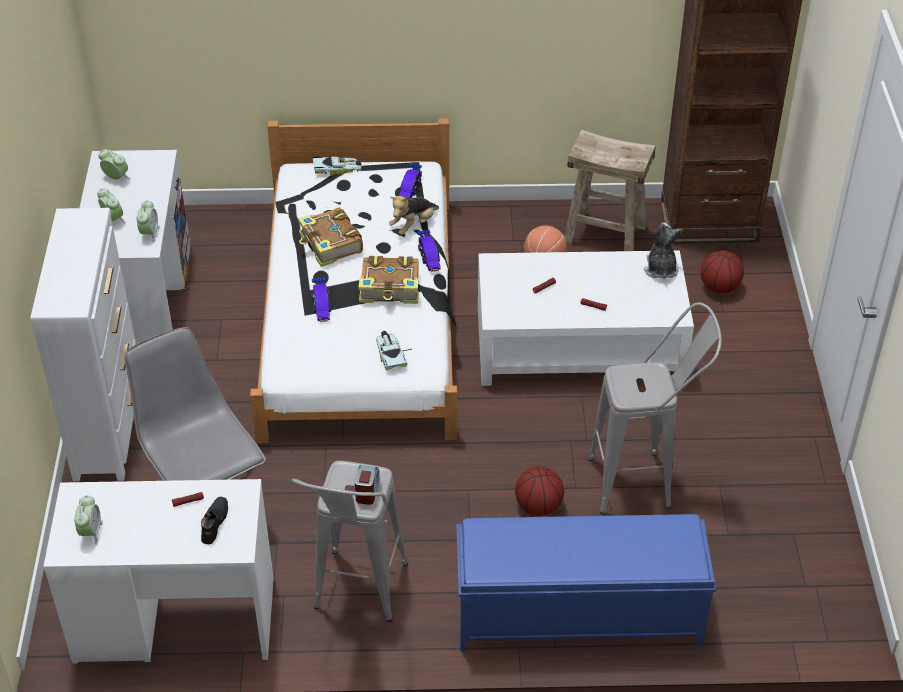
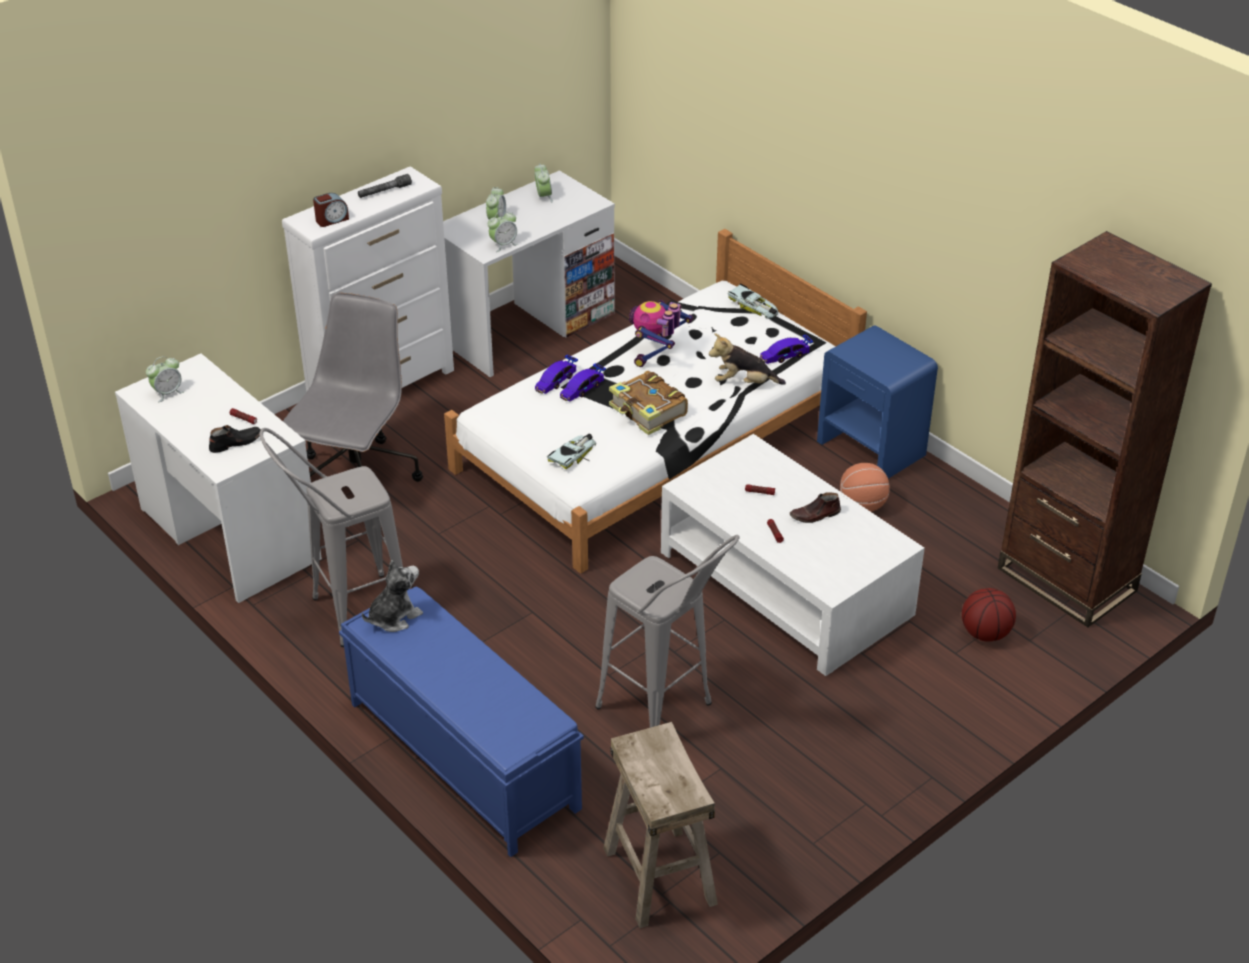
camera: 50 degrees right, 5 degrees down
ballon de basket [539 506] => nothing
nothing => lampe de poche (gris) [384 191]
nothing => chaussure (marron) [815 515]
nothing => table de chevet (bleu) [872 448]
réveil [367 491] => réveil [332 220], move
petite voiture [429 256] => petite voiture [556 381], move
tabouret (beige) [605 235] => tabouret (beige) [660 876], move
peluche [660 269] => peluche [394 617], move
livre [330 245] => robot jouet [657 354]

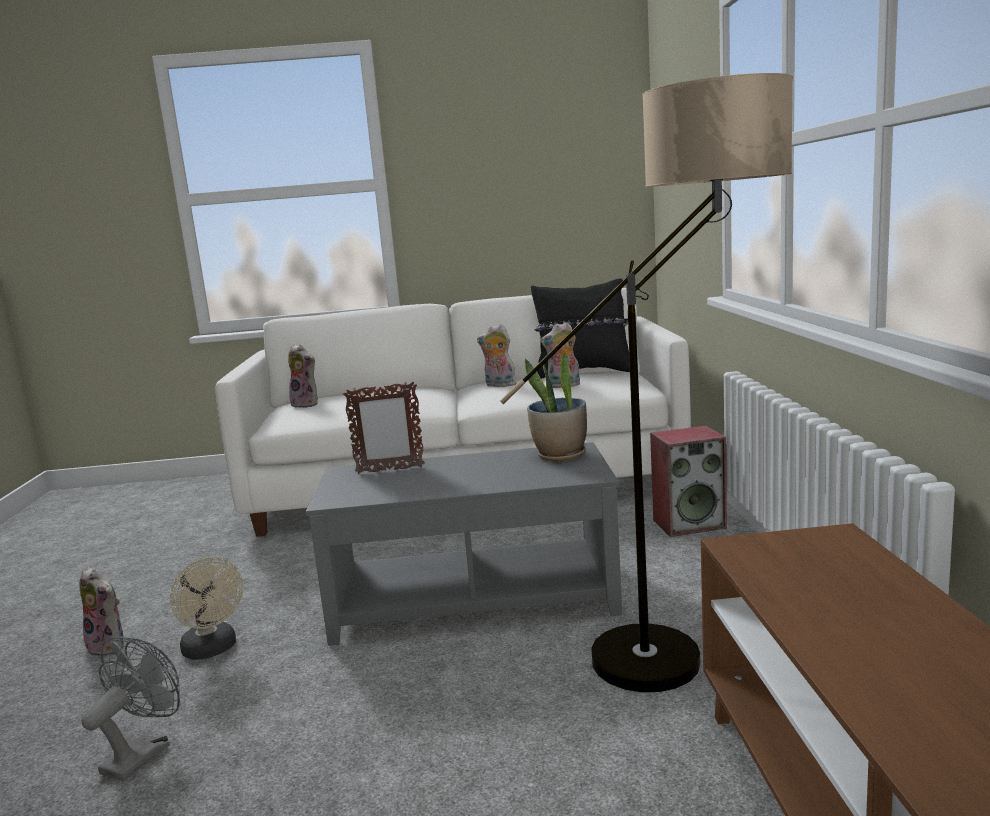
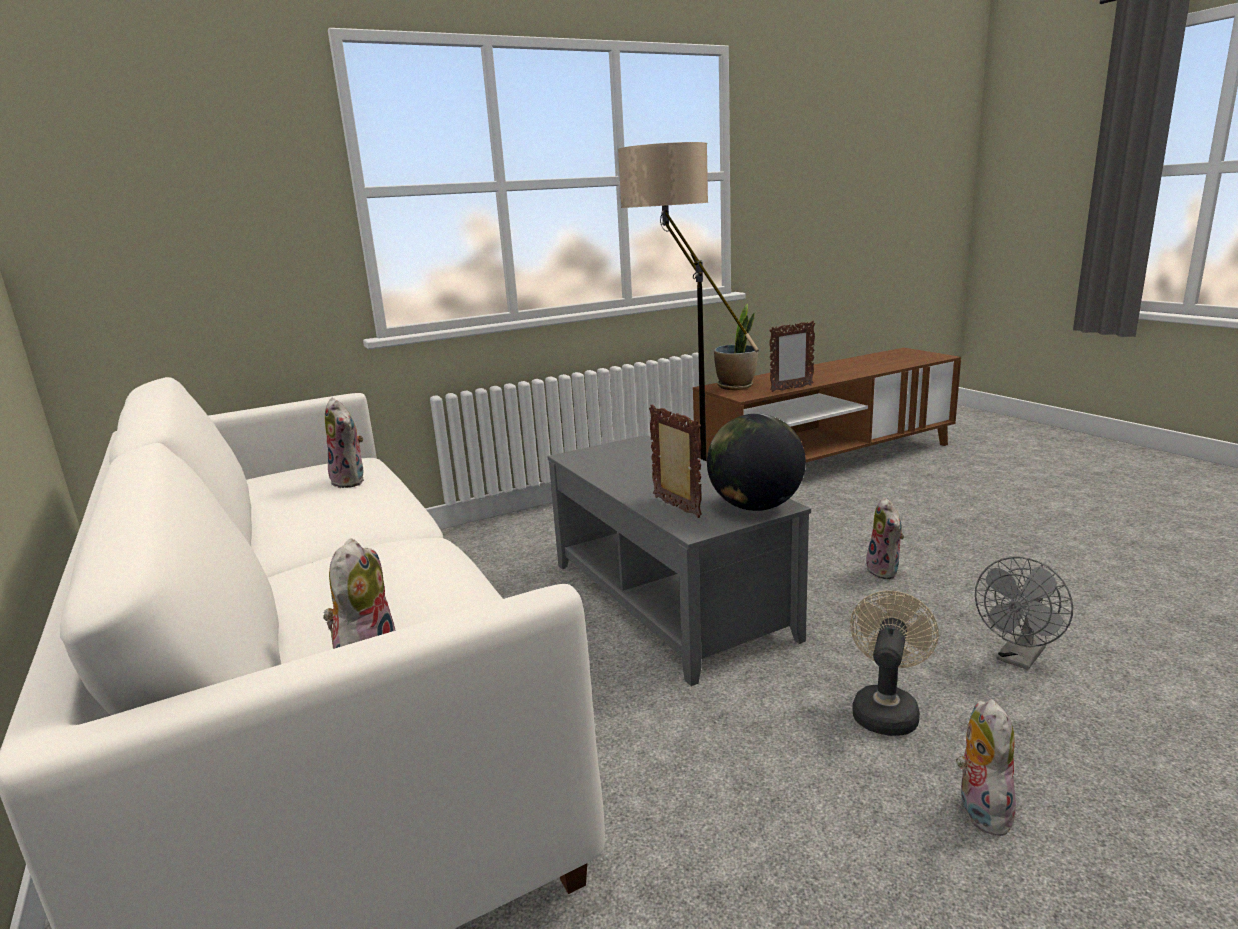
camera: 115 degrees left, 5 degrees up
coussin (noir) [584 372] => nothing
enceinte [689 523] => nothing
nothing => globe [755 507]
nothing => cadre photo [791 388]
peluche [499 385] => peluche [885 571], move
plante en pot [560 455] => plante en pot [736 386], move
ventilateur (gris) [143 753] => ventilateur (gris) [1018 658], 45 degrees counterclockwise

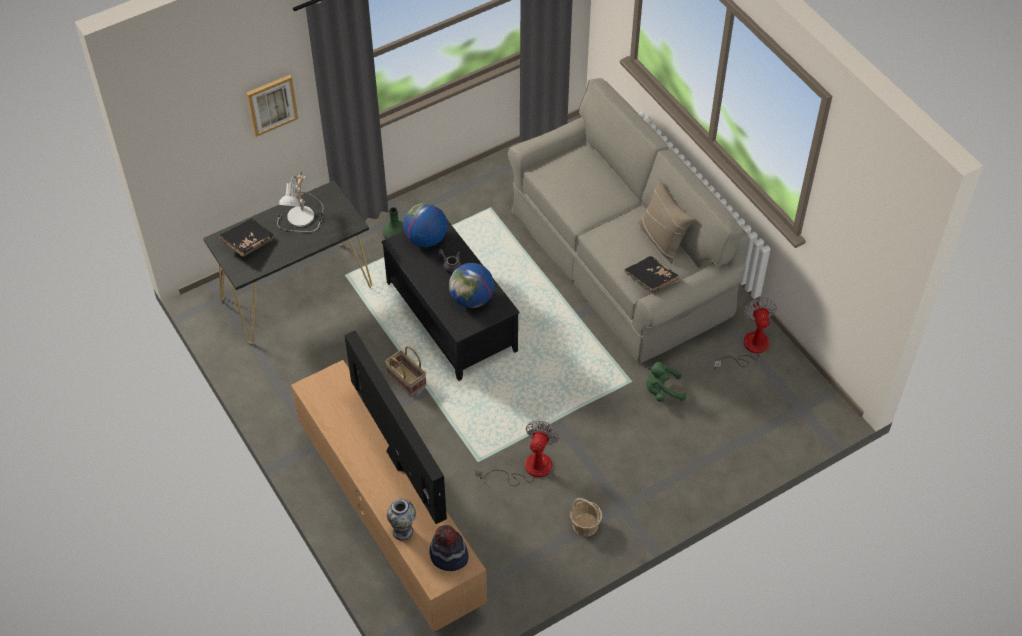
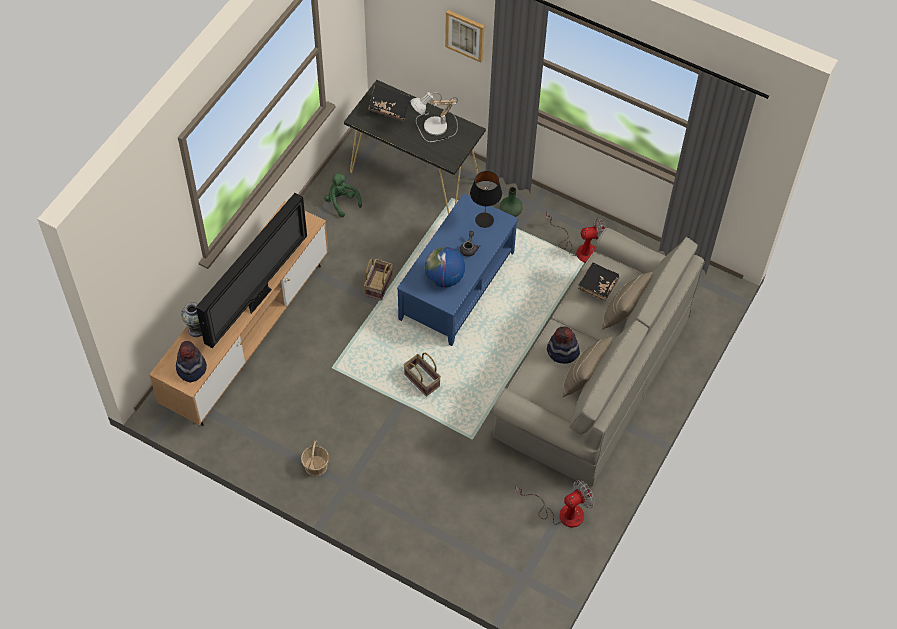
camera: 60 degrees right, 5 degrees up
nothing => panier [420 380]
nothing => chapeau [562 352]
nothing => coussin (beige) [623 313]
ventilateur [528 468] => ventilateur [580 249], move
livre (noir) [651 280] => livre (noir) [597 285], move
peluche (vert) [662 391] => peluche (vert) [342 202], move
globe [426 239] => lampe de table (noir) [484 220]
table basse (noir) [452 316] => table basse (bleu) [458 286]

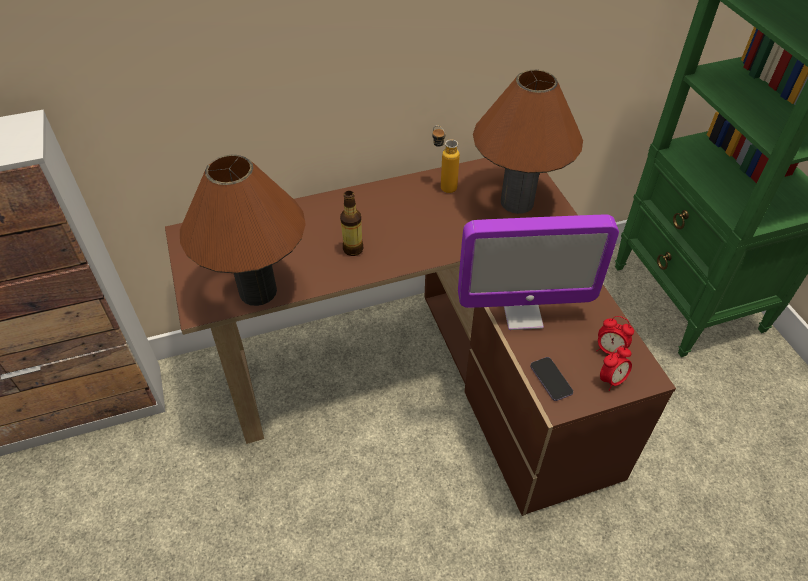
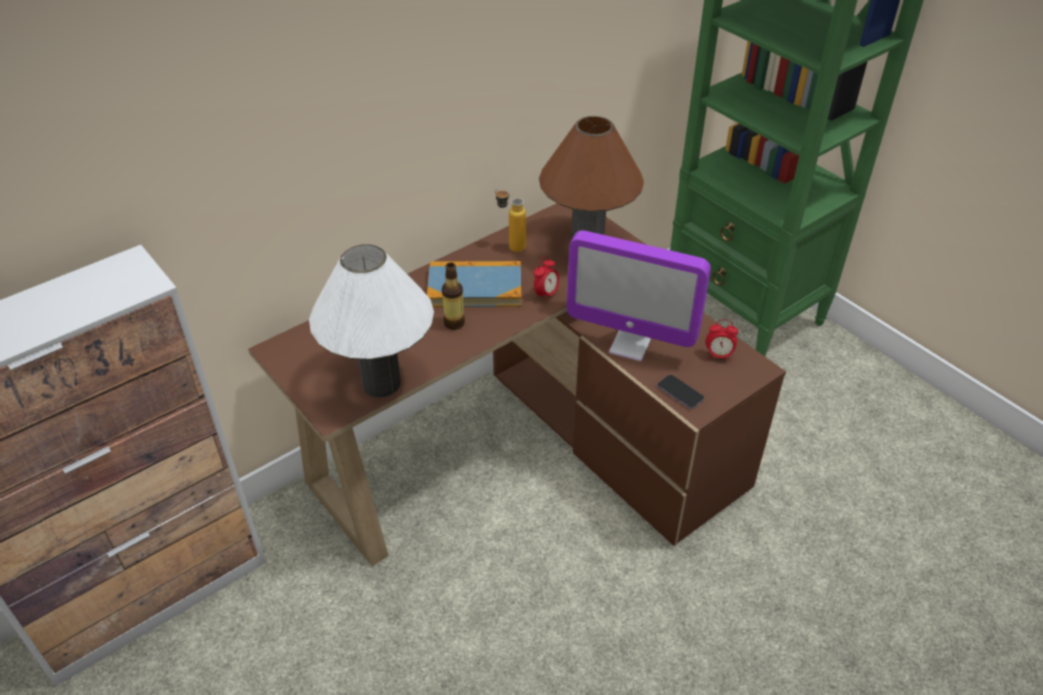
camera: 20 degrees left, 5 degrees down
nothing => livre [475 287]
réveil [611 380] => réveil [546 294], move
lampe de table (marron) [258 291] => lampe de table (blanc) [381 383]
écran d'ordinateur [522 314] => écran d'ordinateur [630 345], 45 degrees clockwise

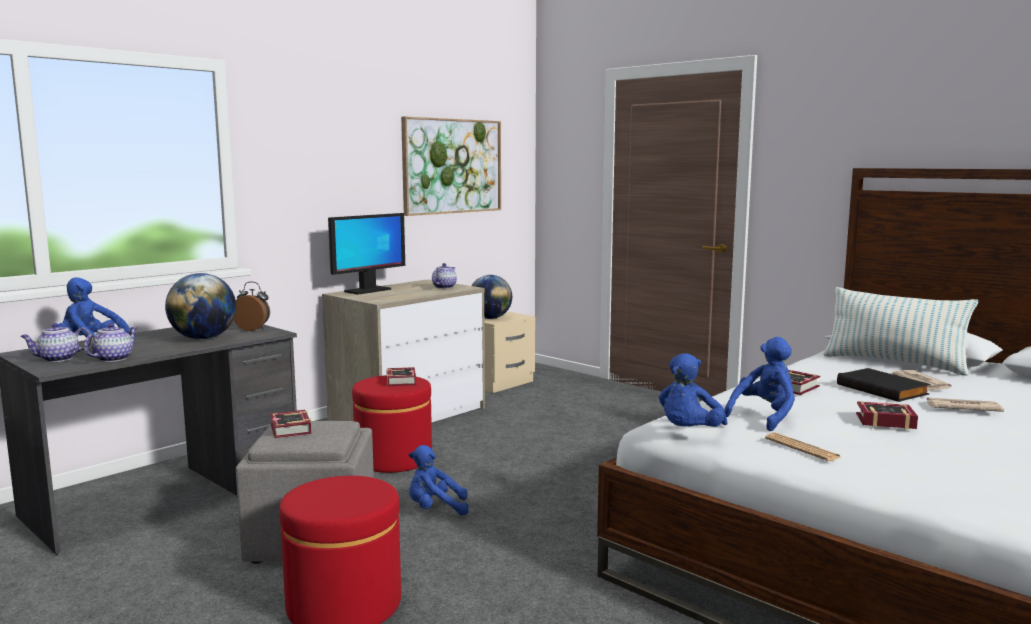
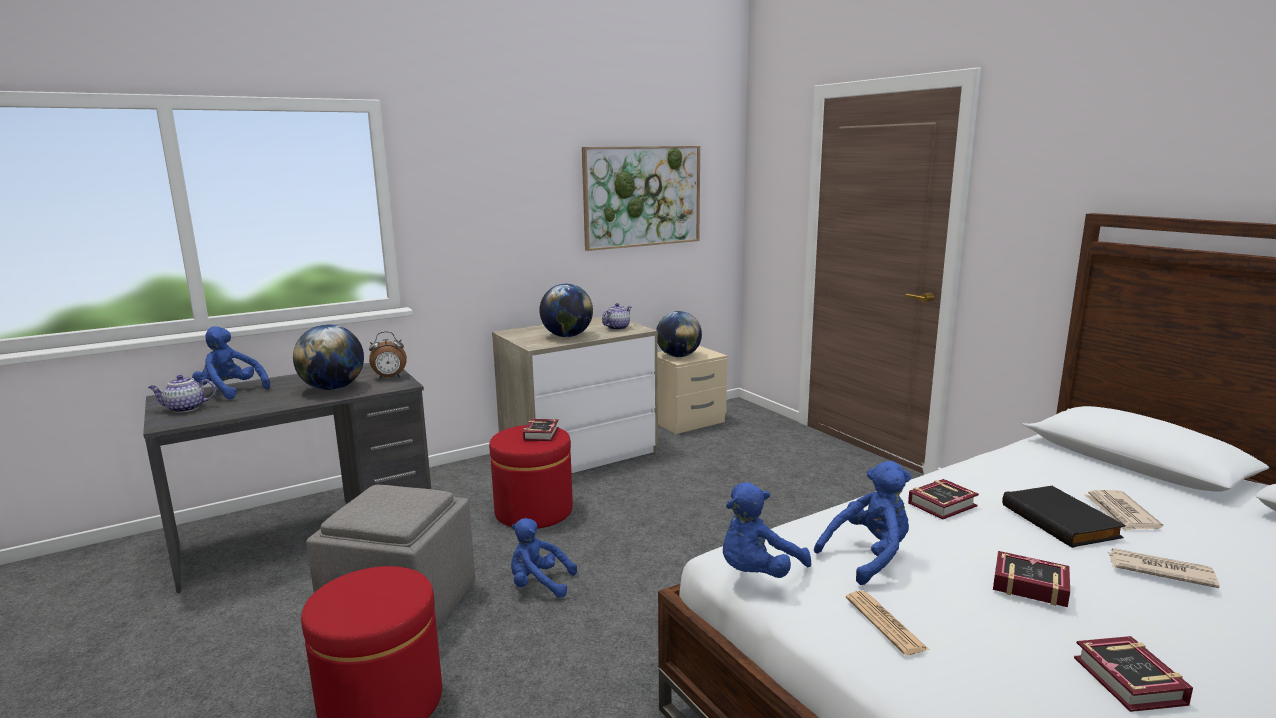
camera: 15 degrees right, 5 degrees up
théière [113 359] => nothing
écran d'ordinateur [367 291] => nothing
coussin [894 363] => nothing
nothing => globe [567 336]
livre [289 430] => livre [1129 684], move
réveil [253 329] => réveil [389 378], 135 degrees clockwise

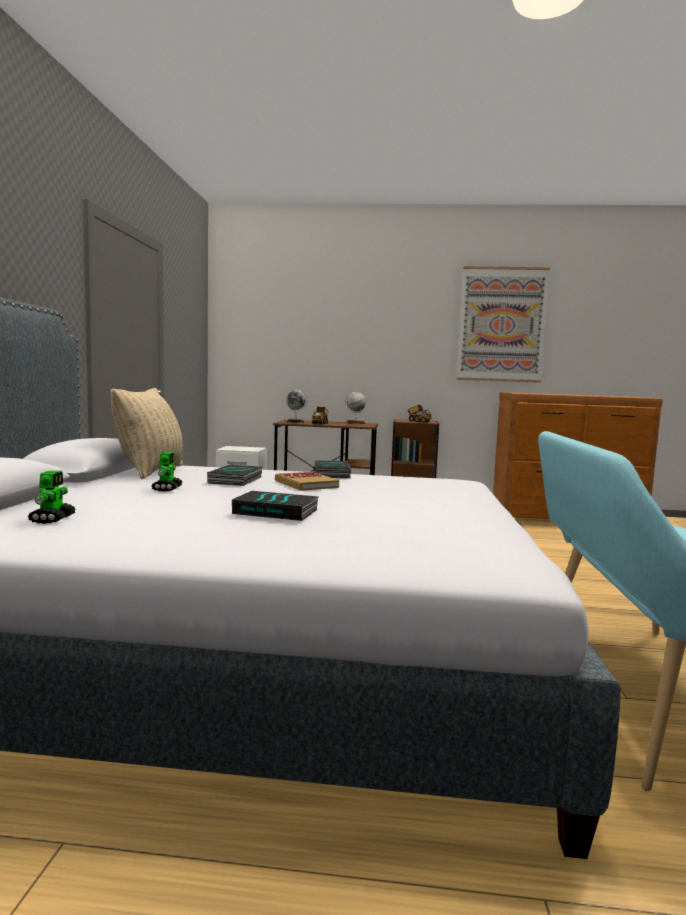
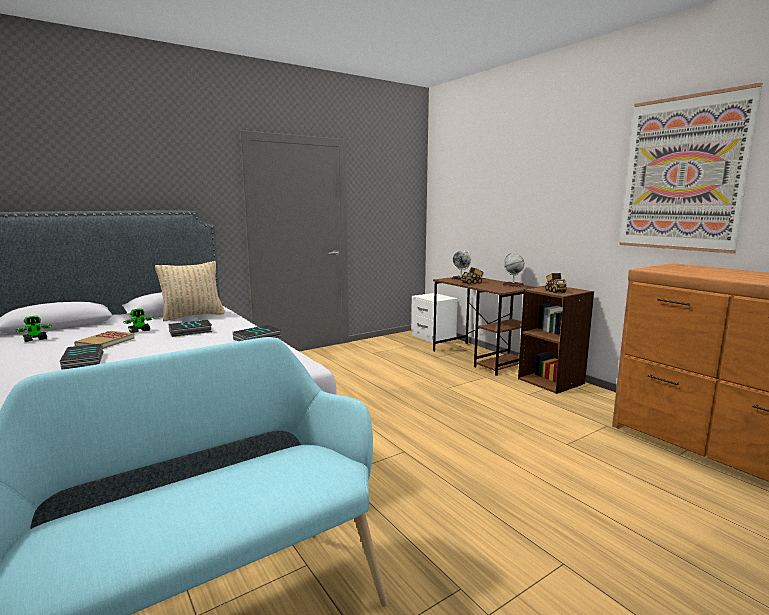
camera: 50 degrees right, 5 degrees up
livre [306 484] => livre [105 342], move

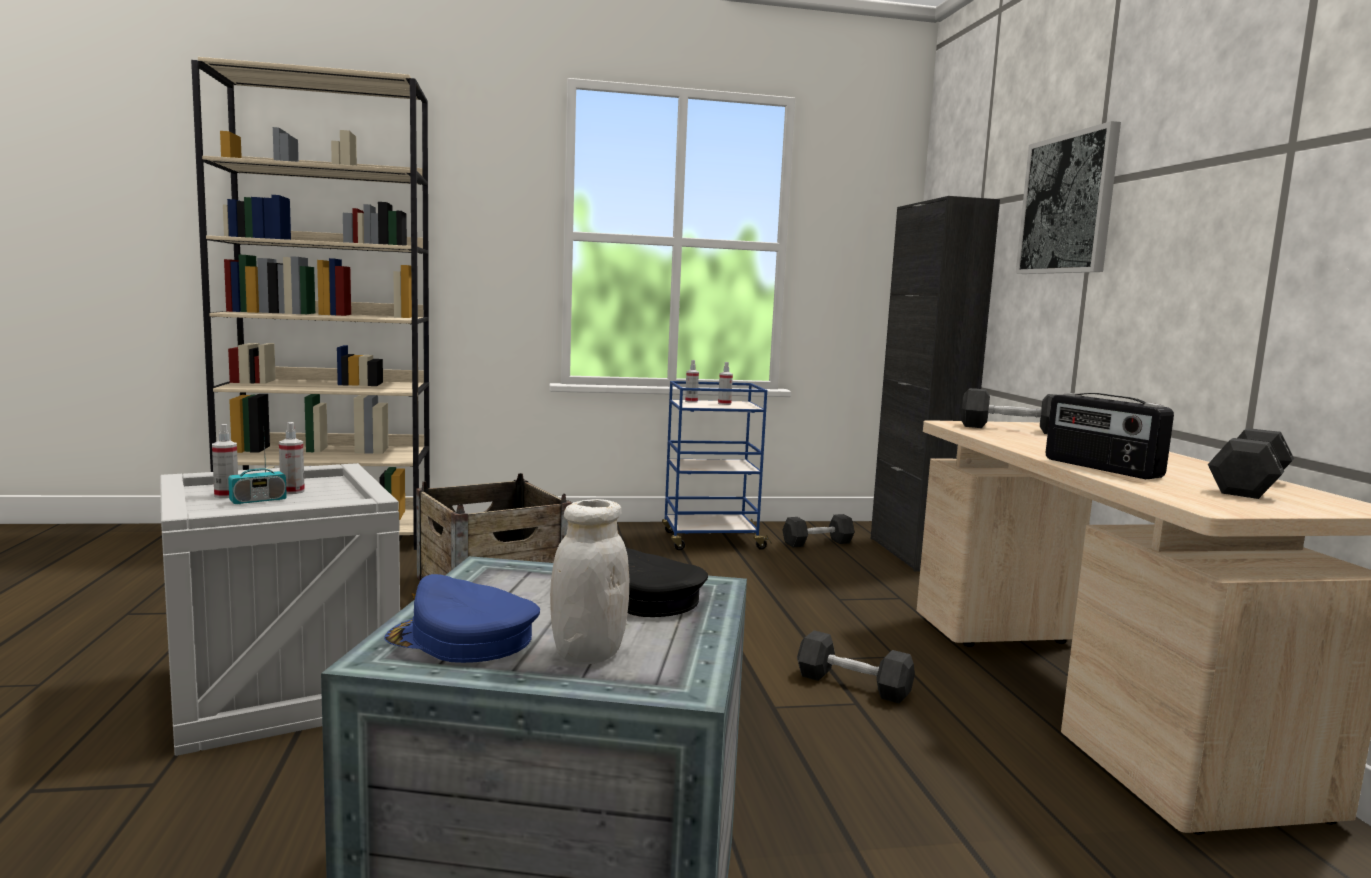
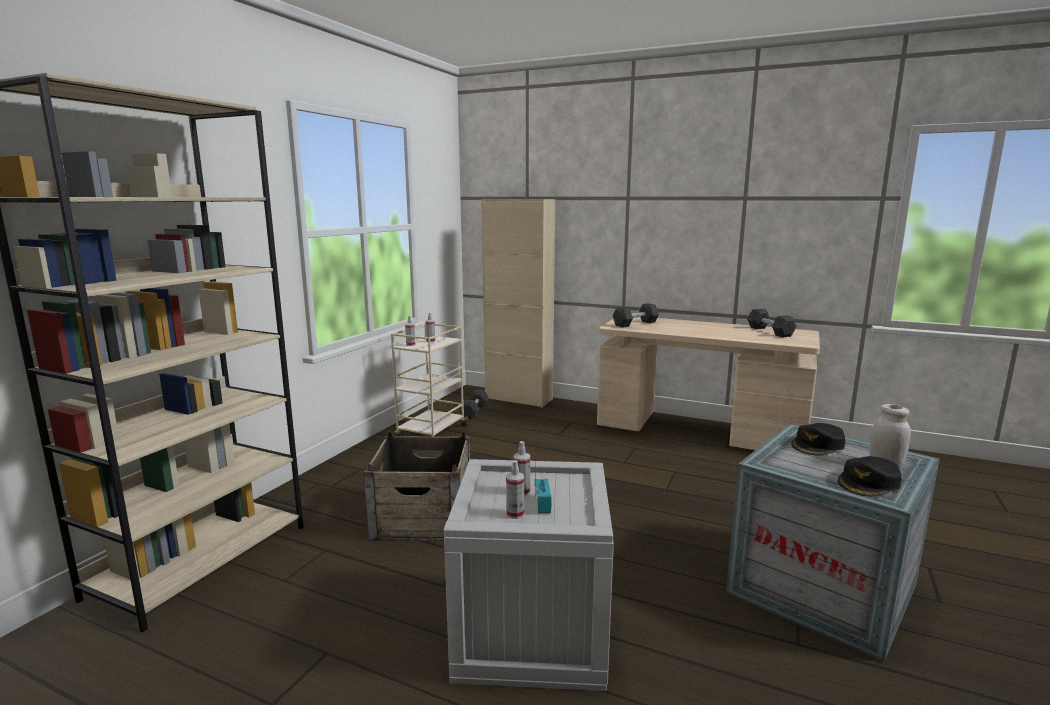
camera: 55 degrees left, 5 degrees up
haltère (noir) [853 685] => nothing
tableau [1068 204] => nothing
radio [1101 468] => nothing
casquette (bleu) [462 639] => casquette (noir) [869 483]
chariot (bleu) [711 540] => chariot (beige) [432 433]
meuble de rangement (noir) [914 554] => meuble de rangement (beige) [519 399]

